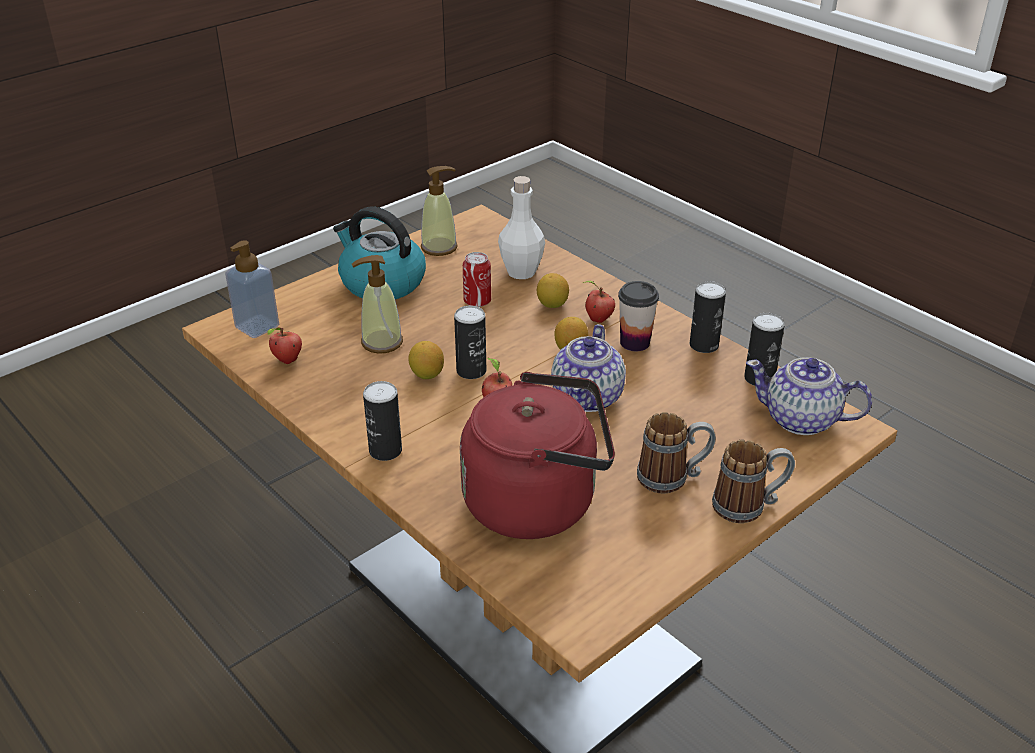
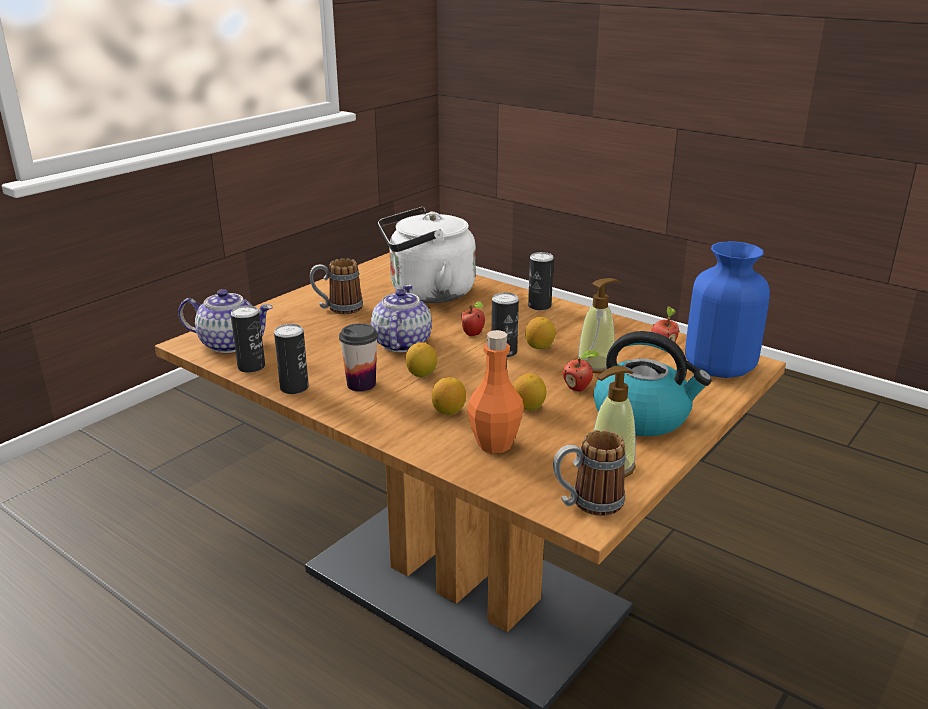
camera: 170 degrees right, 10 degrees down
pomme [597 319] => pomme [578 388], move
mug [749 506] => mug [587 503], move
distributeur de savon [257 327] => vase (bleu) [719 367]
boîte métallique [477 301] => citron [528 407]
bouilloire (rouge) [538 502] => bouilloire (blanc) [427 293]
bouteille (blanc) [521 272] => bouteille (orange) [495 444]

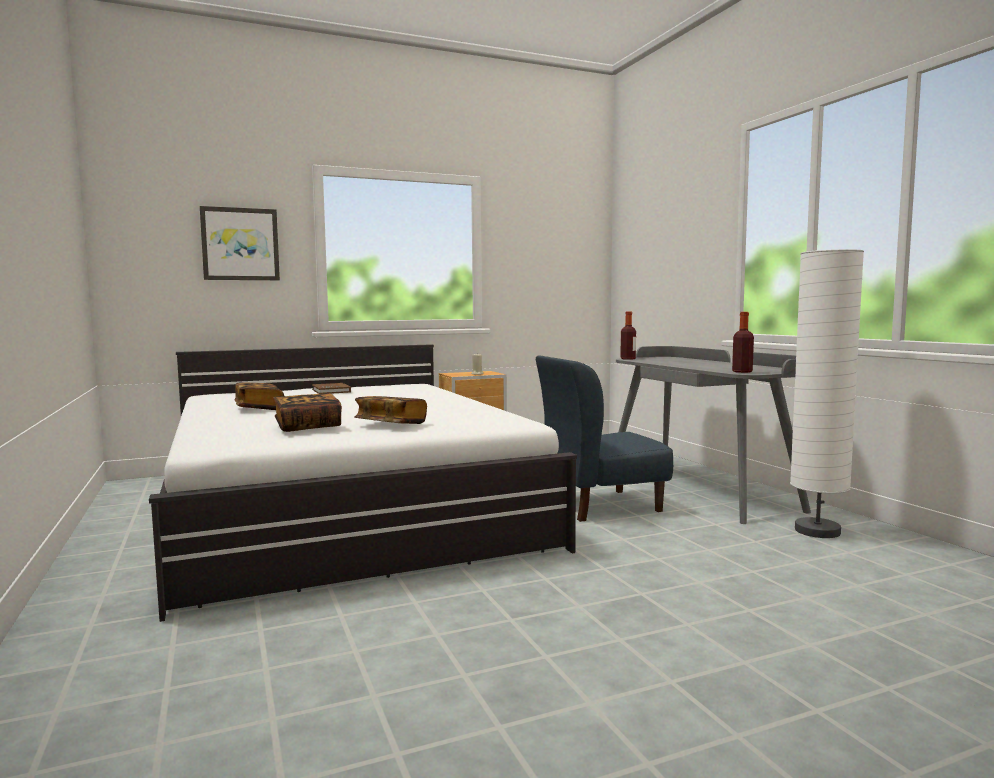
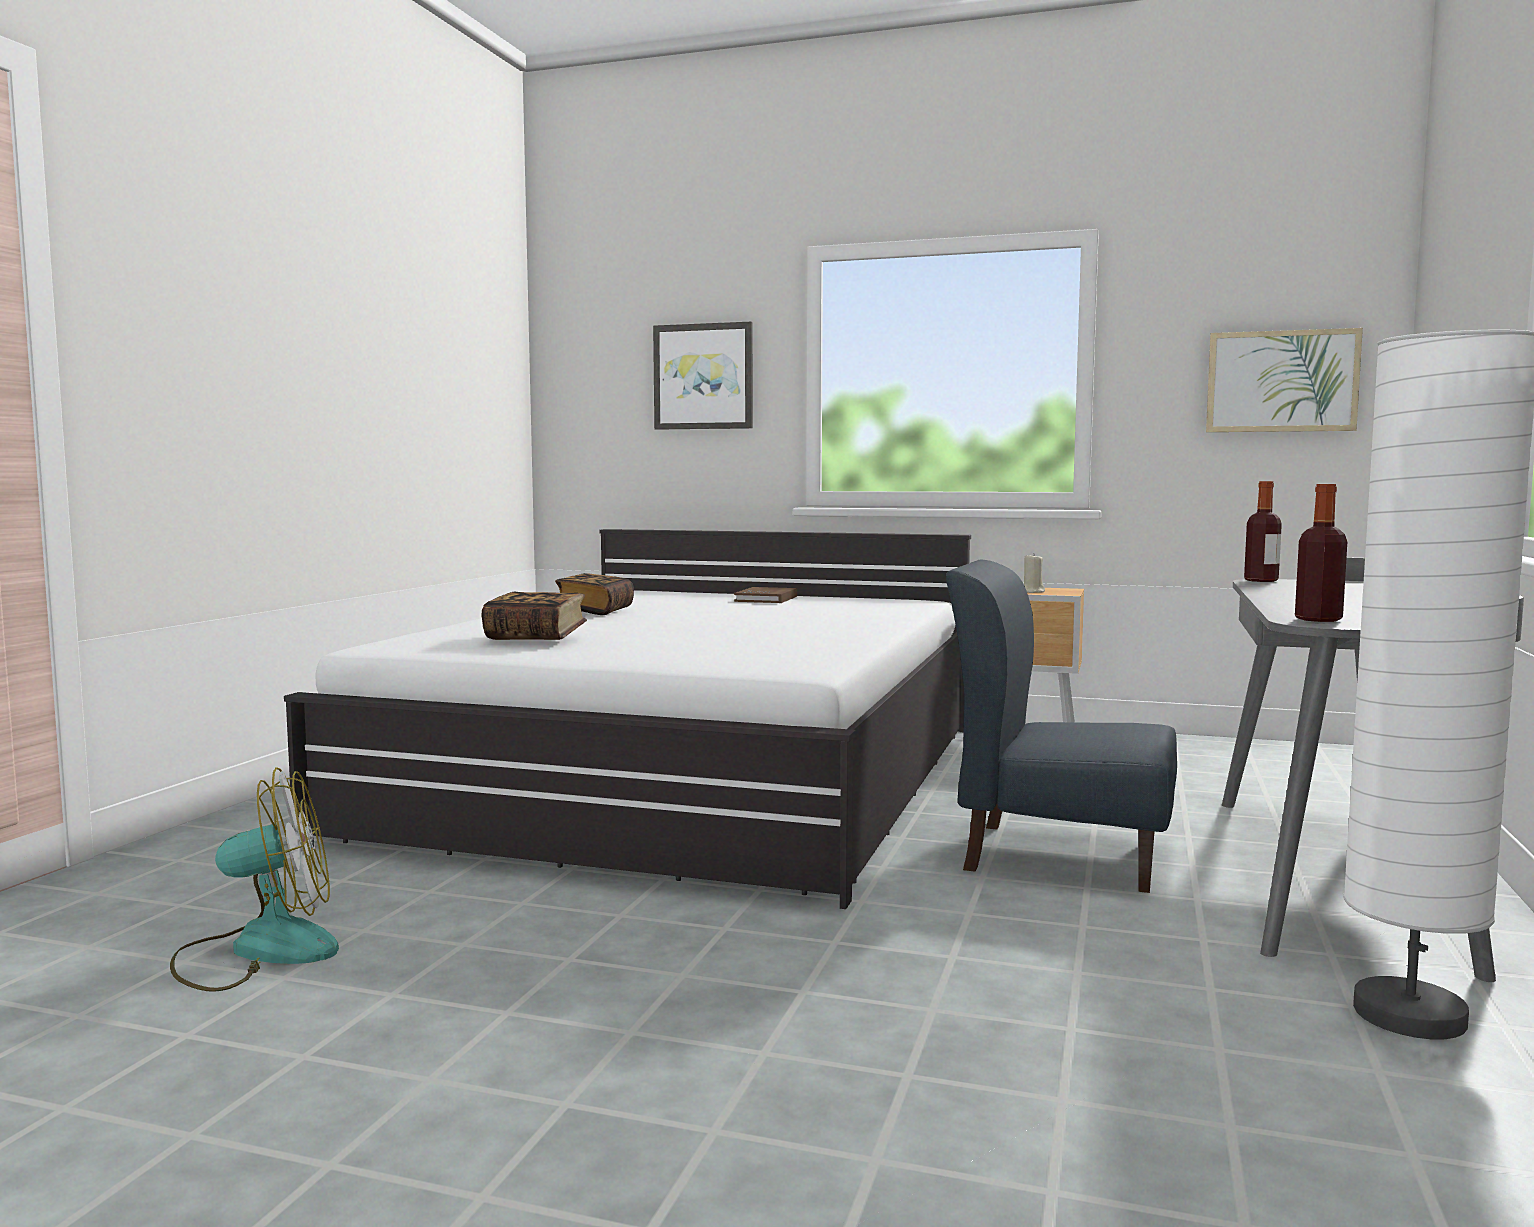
camera: 40 degrees right, 0 degrees up
livre [391 425] => nothing
nothing => ventilateur [258 950]
nothing => tableau [1281 381]

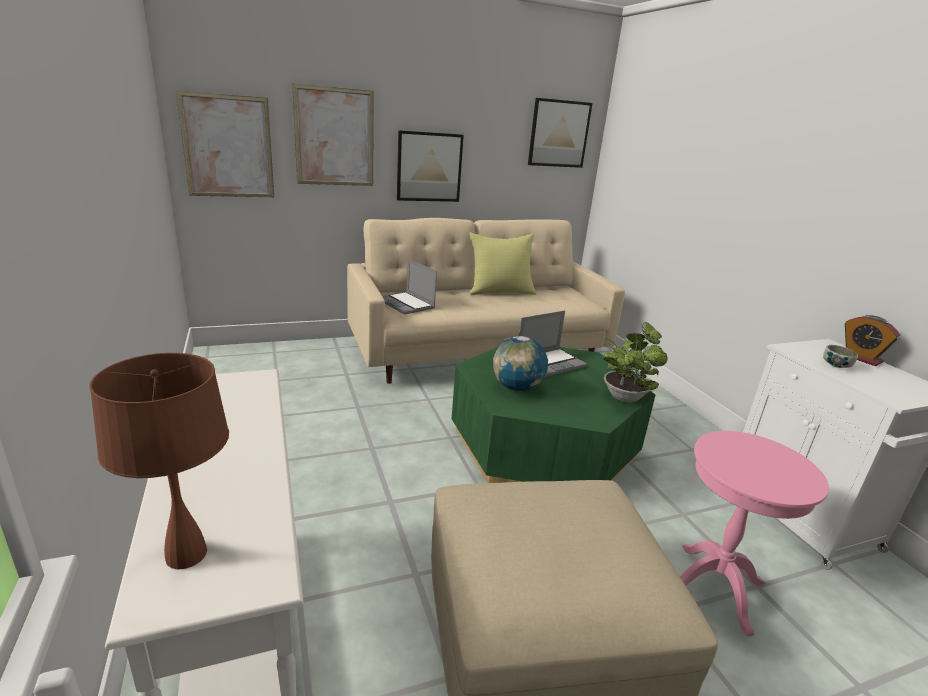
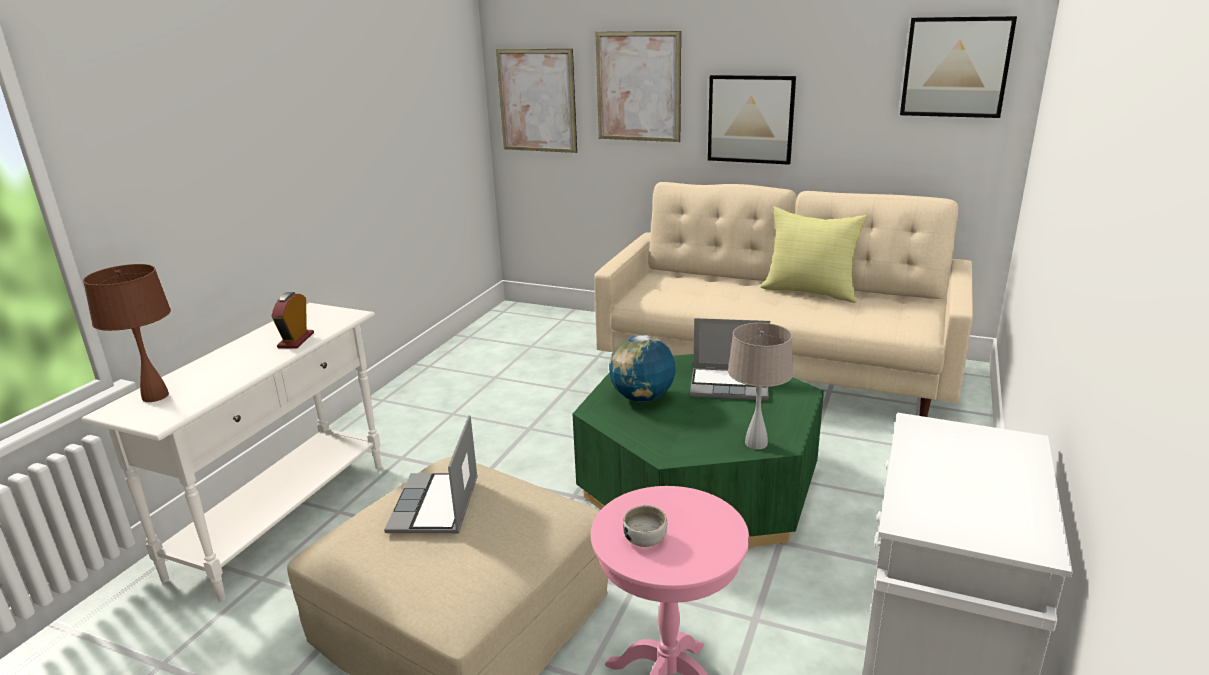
camera: 45 degrees right, 0 degrees up
ordinateur portable [407 304] => ordinateur portable [436 506], move
bol [836 365] => bol [645 539], move
réveil [860 358] => réveil [296 340], move
plante en pot [625 396] => lampe de table (beige) [755 443]

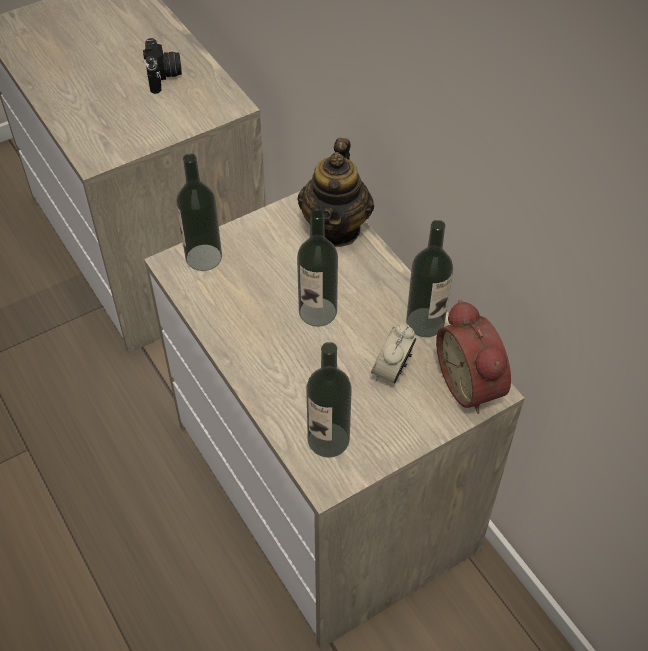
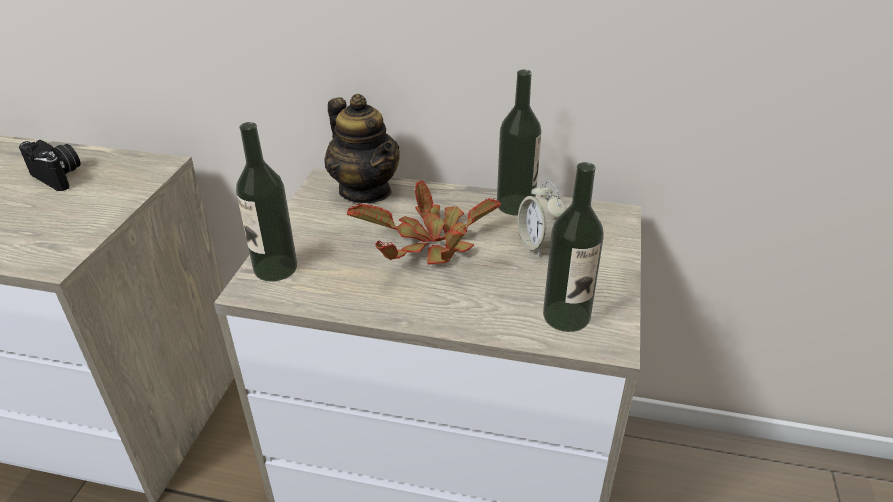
camera: 45 degrees left, 15 degrees down
réveil [472 384] => nothing
bouteille [317 312] => plante en pot [429 245]

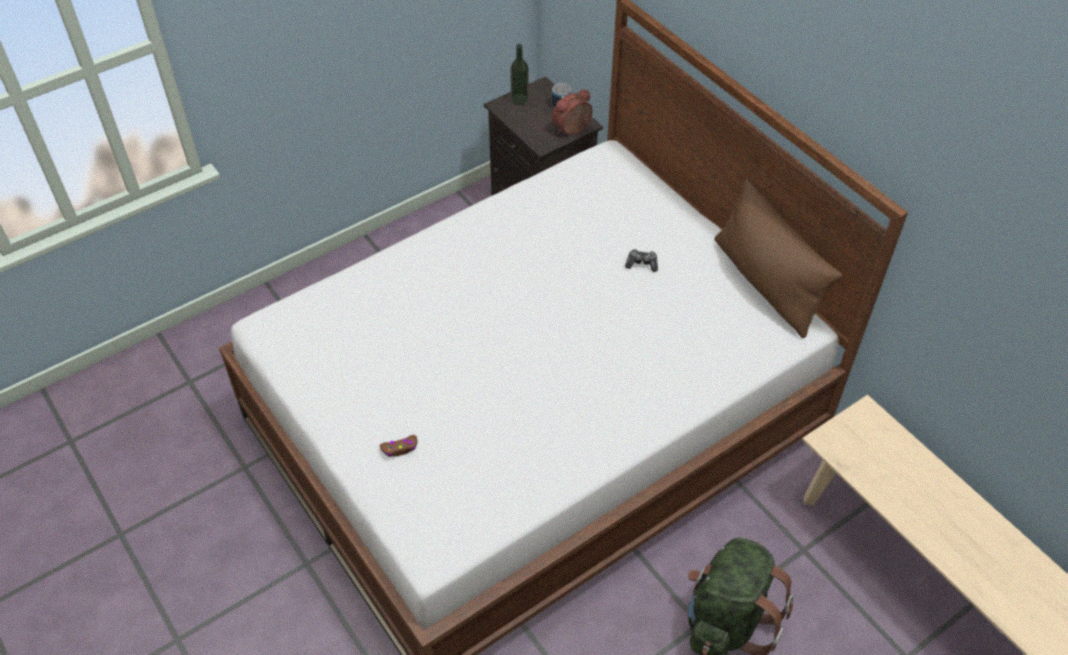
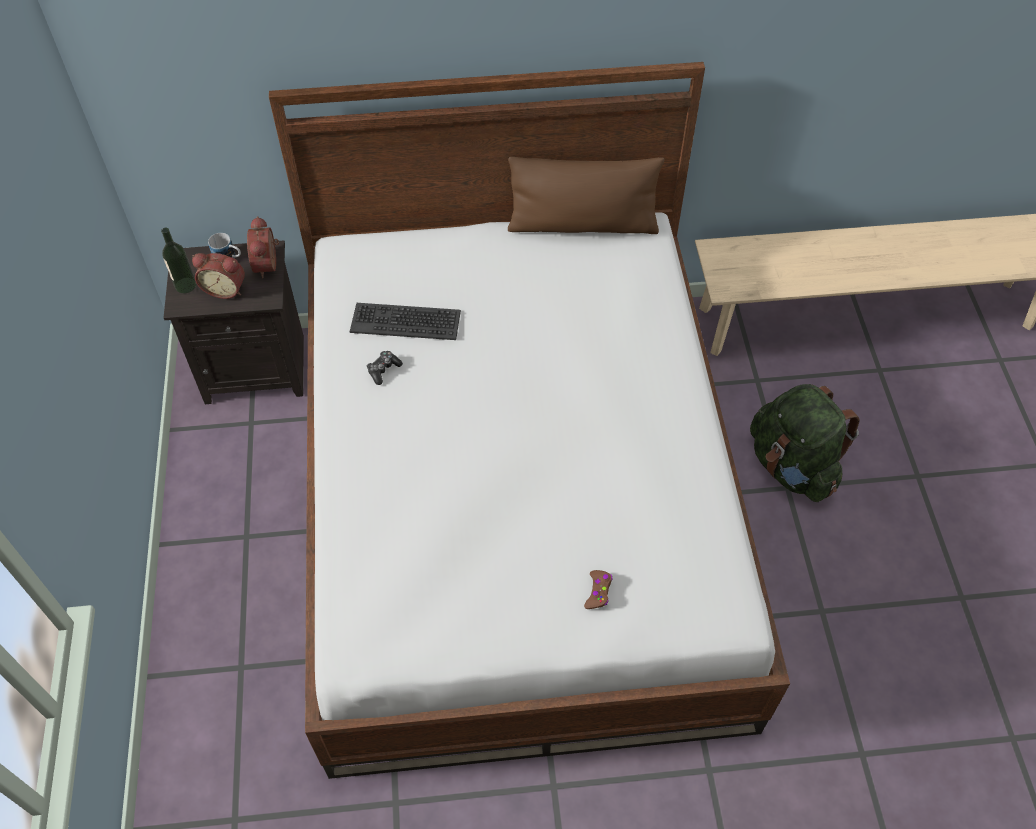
camera: 60 degrees left, 5 degrees up
nothing => réveil [225 288]
nothing => clavier [405 321]
manette [642 264] => manette [383 370], move

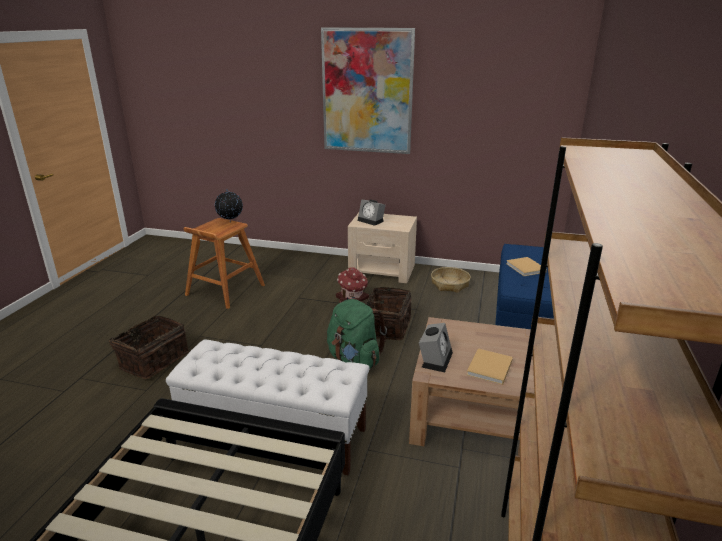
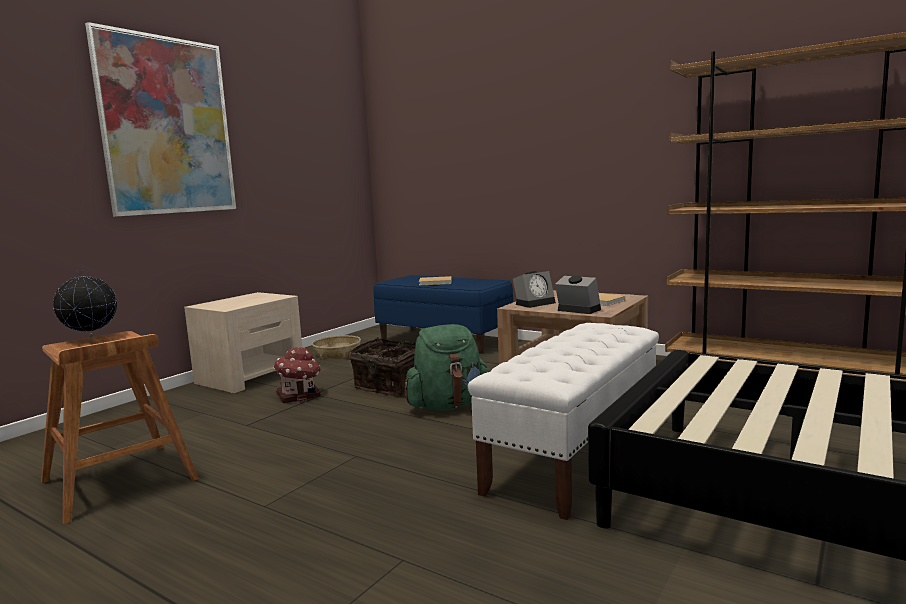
camera: 70 degrees left, 15 degrees down
panier [153 360] => nothing
réveil [372 221] => réveil [535 303], move

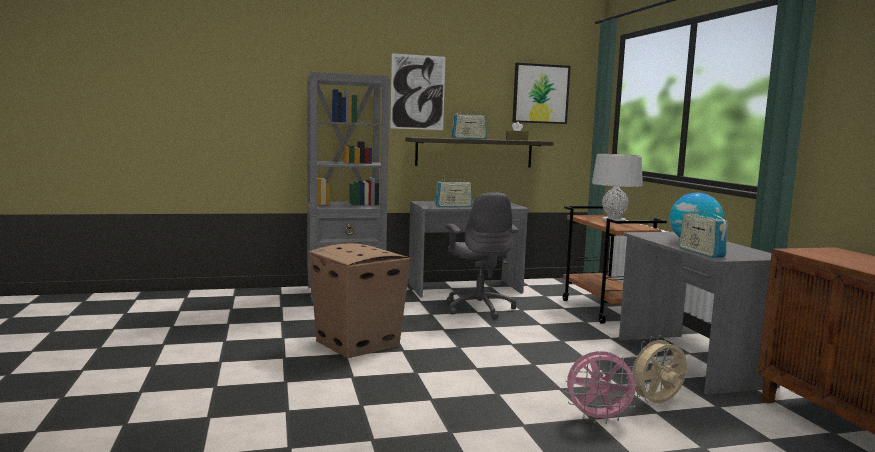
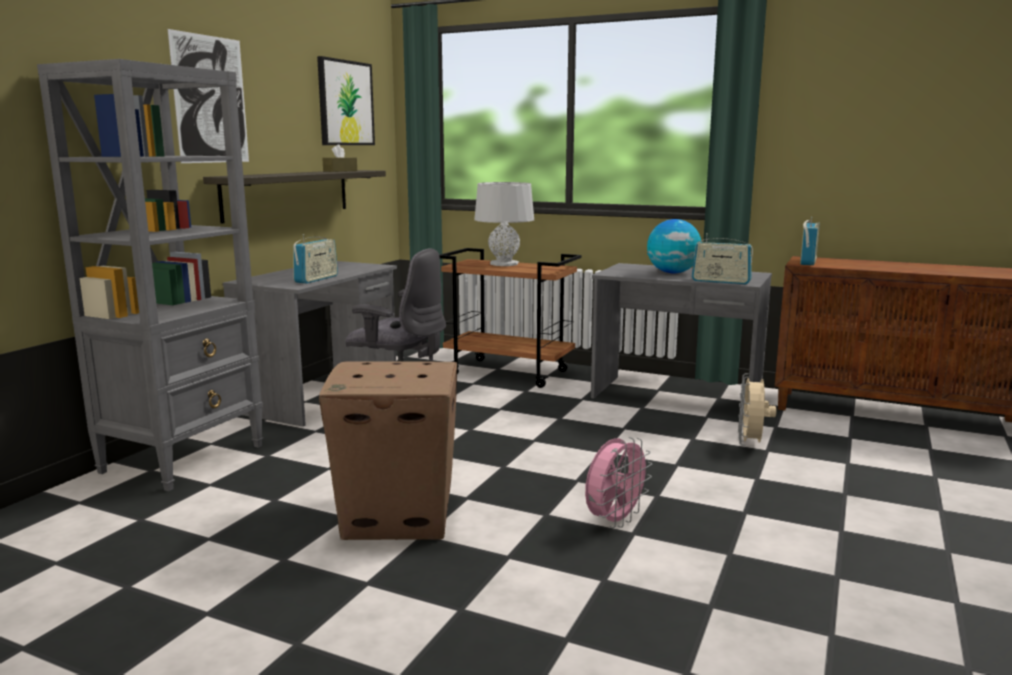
camera: 50 degrees left, 5 degrees up
radio [469 138] => radio [808 261], move
ventilateur (rose) [598 419] => ventilateur (rose) [614 521], move

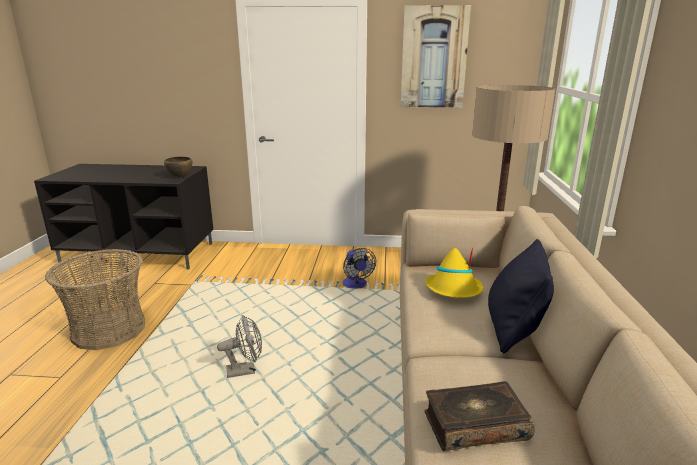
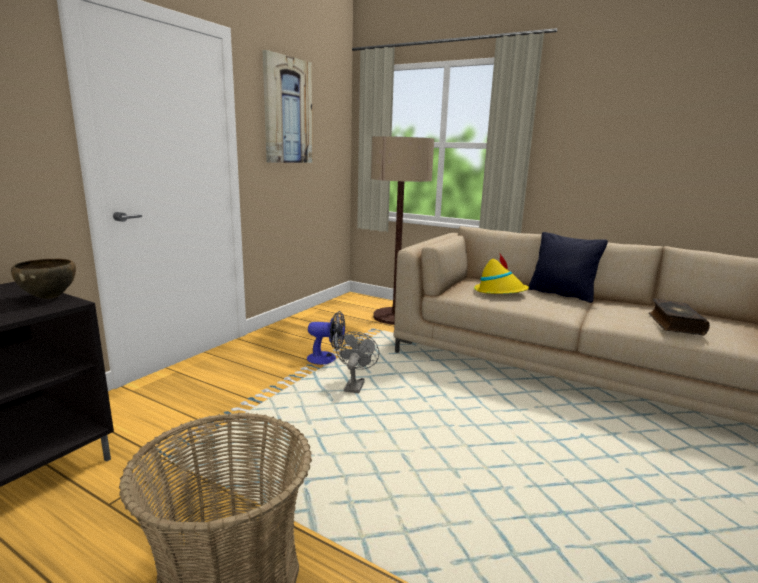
camera: 65 degrees left, 5 degrees down
ventilateur (gris) [246 370] => ventilateur (gris) [355 385], move

